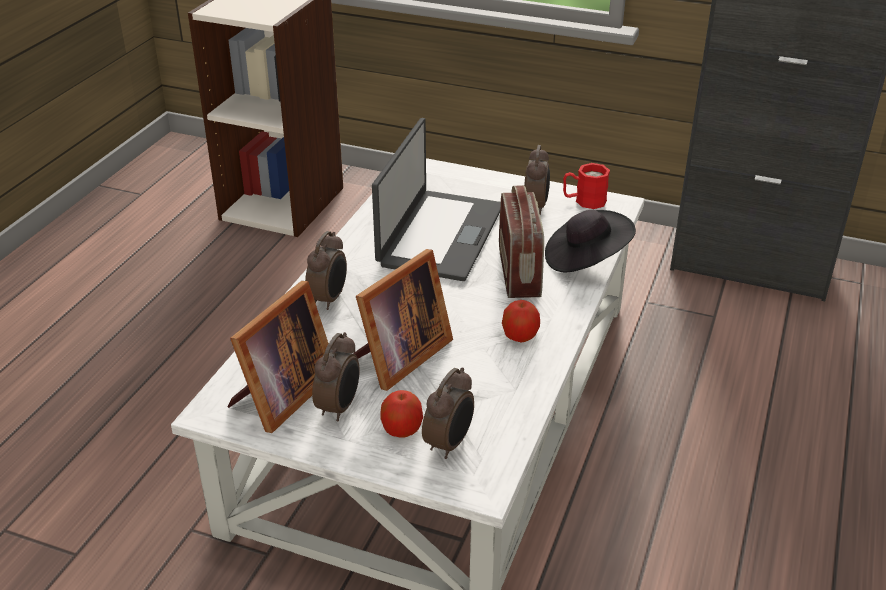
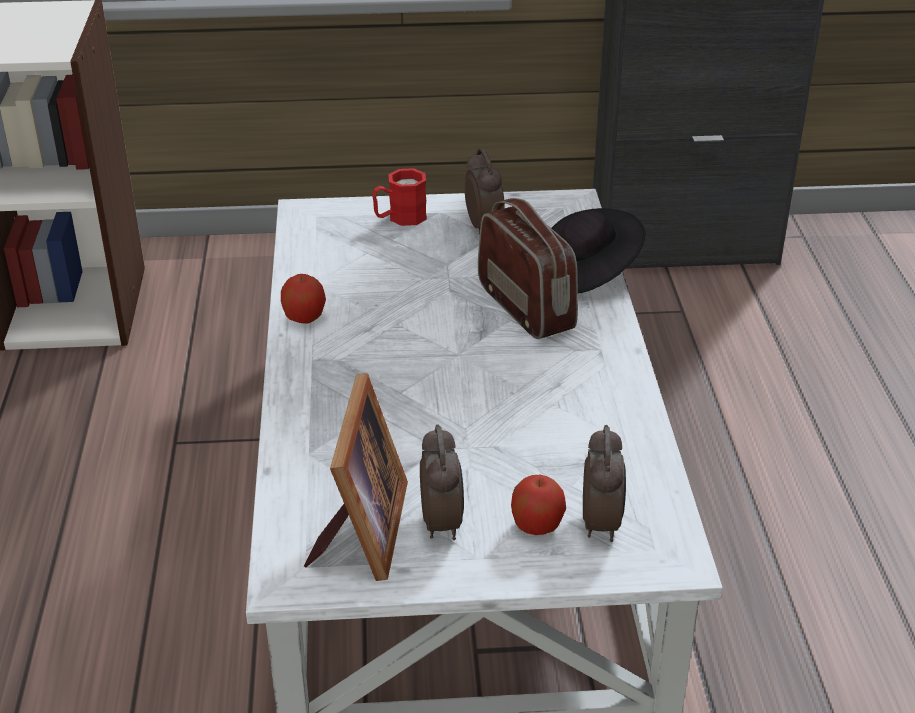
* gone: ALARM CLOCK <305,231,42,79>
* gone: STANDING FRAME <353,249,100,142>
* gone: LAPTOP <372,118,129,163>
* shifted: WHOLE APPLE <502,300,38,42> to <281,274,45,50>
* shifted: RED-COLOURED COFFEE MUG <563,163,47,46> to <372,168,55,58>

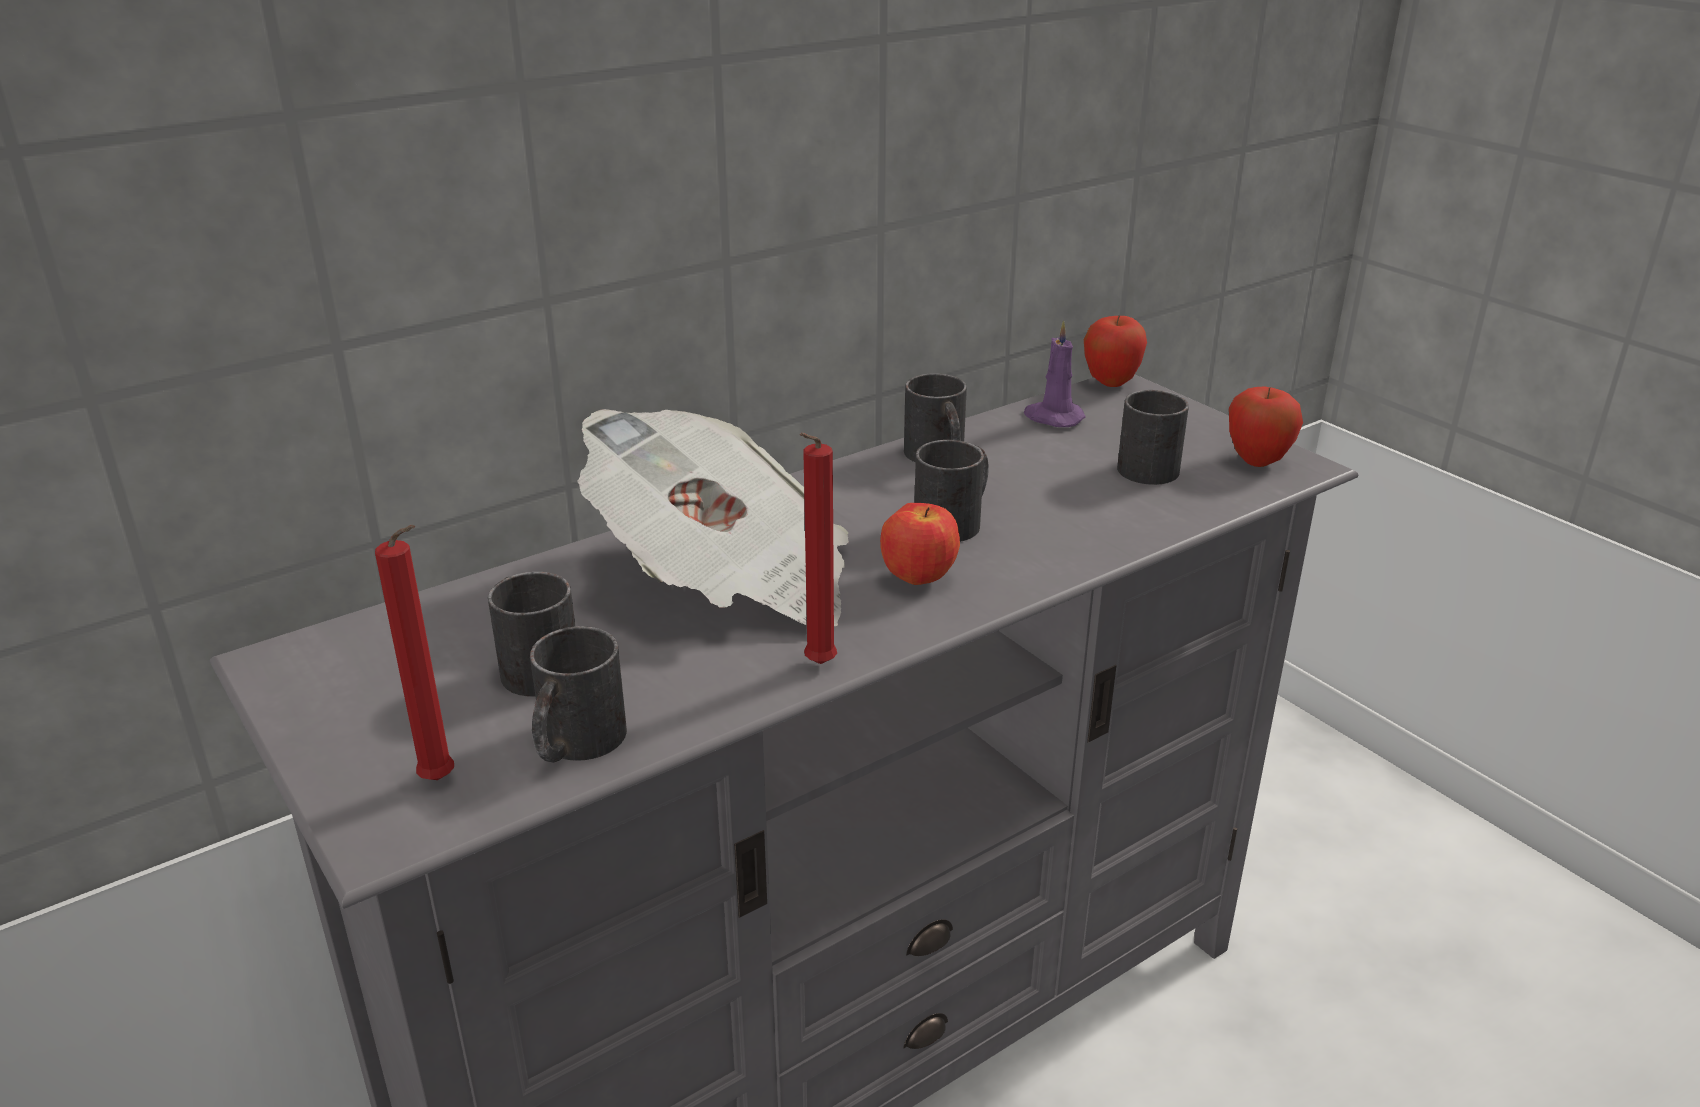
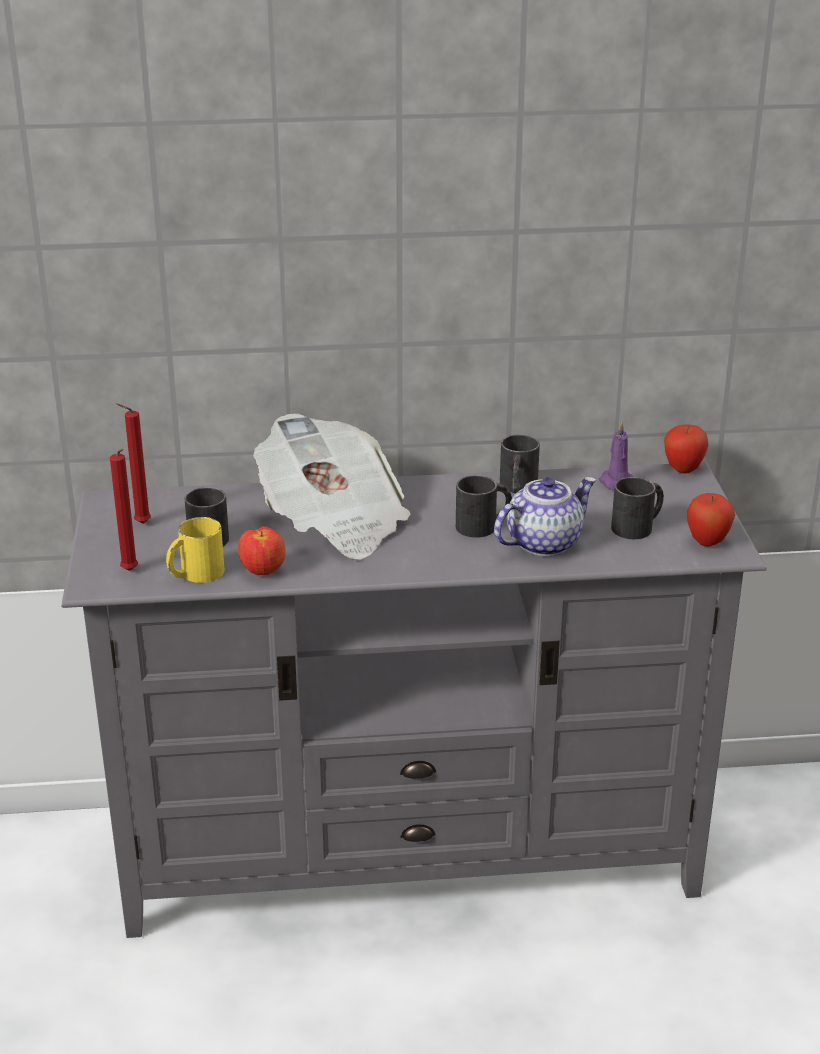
* new: TEAPOT <494,477,102,79>
* shifted: RED-COLOURED WAX CANDLE <800,433,37,231> to <116,403,35,120>
* shifted: WHOLE APPLE <880,503,80,82> to <238,526,48,49>
* repainted: BLACK-COLOURED COFFEE MUG <530,626,97,136> to YELLOW COFFEE MUG <166,517,58,66>

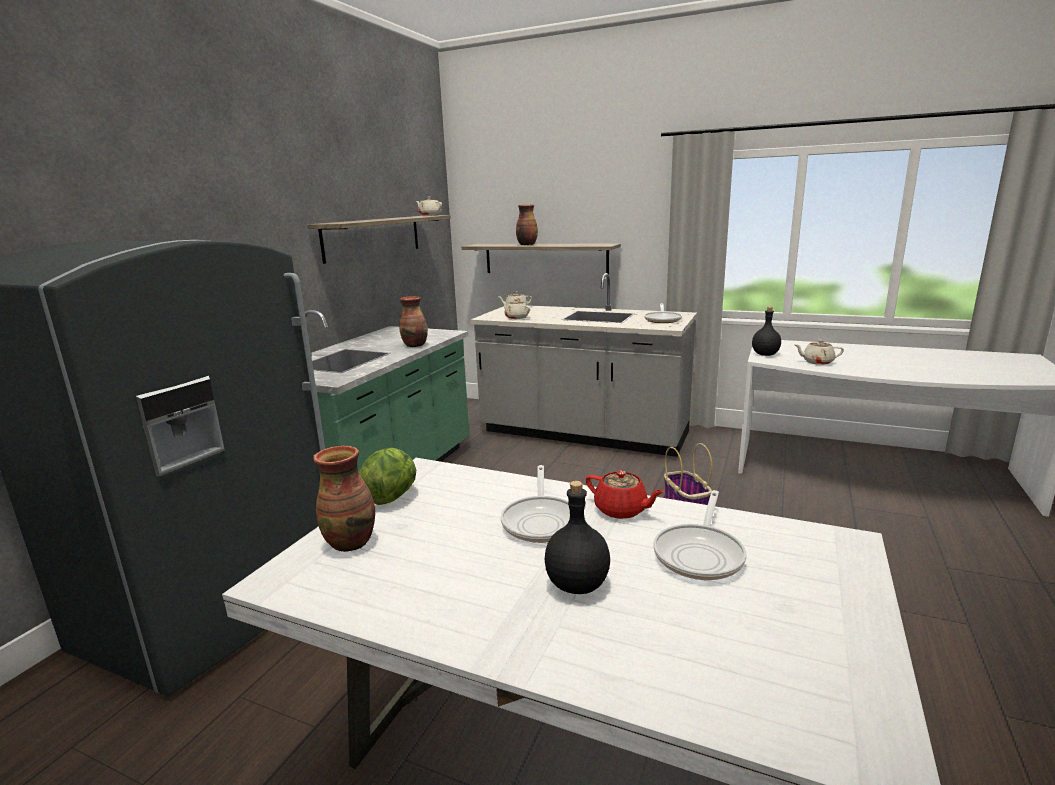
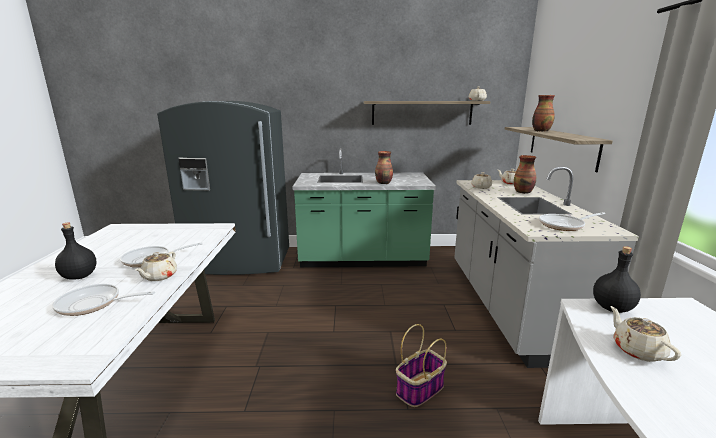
* gone: LETTUCE HEAD <359,448,57,57>
* shifted: DECORATIVE VASE <313,446,62,106> to <514,155,22,39>
* repainted: RED-COLOURED TEAPOT <586,470,78,49> to BEIGE-COLOURED TEAPOT <135,252,42,29>

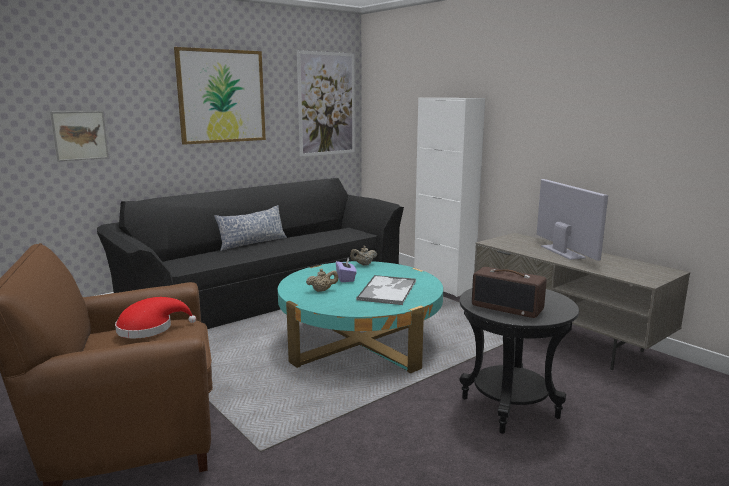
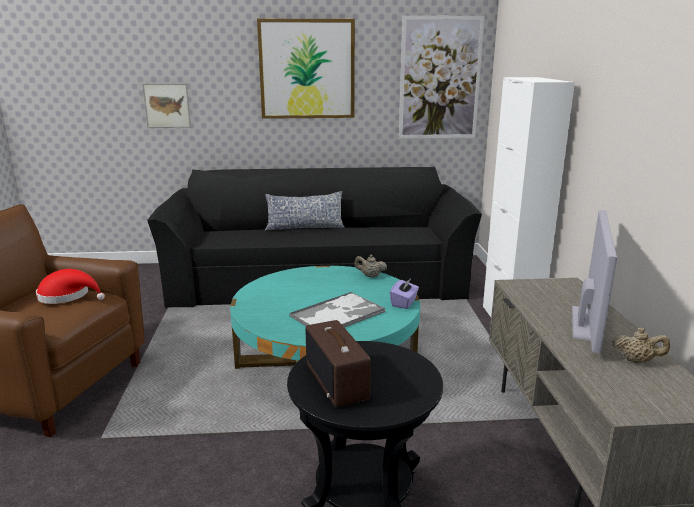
* shifted: BEIGE-COLOURED TEAPOT <306,269,32,23> to <612,328,58,35>
* shifted: PURPLISH BOX OF TISSUES <336,258,21,24> to <390,278,29,31>

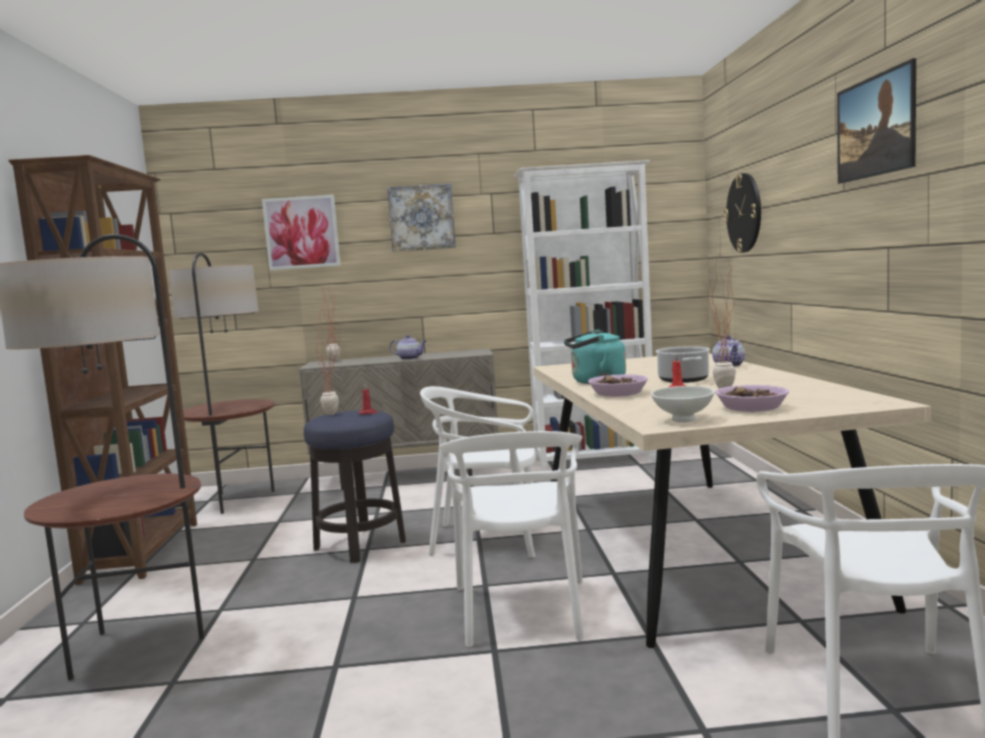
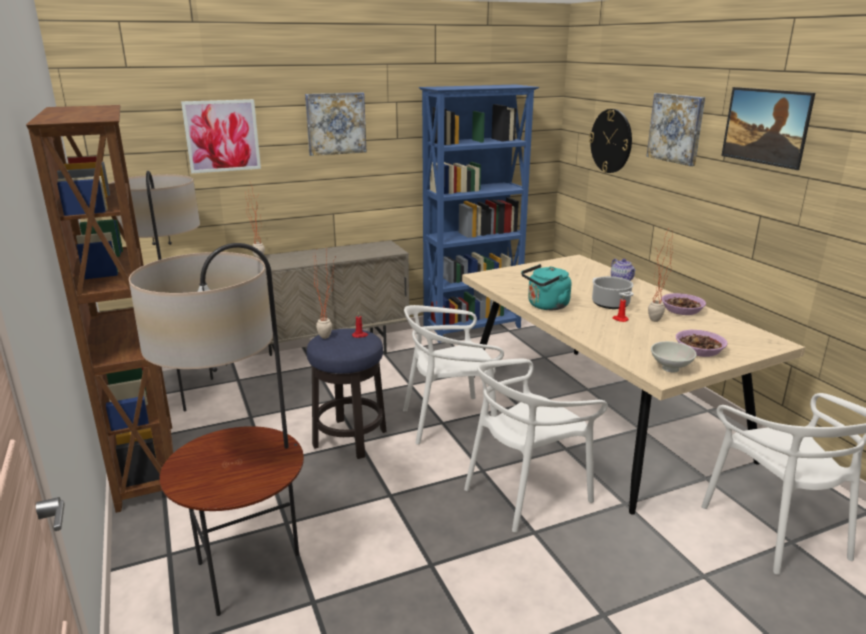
* gone: TEAPOT <390,335,37,25>
* new: PICTURE <646,93,59,73>
* shifted: SERVING BOWL <588,374,60,23> to <662,293,44,22>
* repainted: WHITE-COLOURED SHELVING UNIT <514,160,142,311> to BLUISH SHELVING UNIT <419,85,120,258>
* rotated: WHITE-COLOURED UPRIGHT CHAIR <439,431,145,216> = <464,359,144,173> 75 degrees clockwise

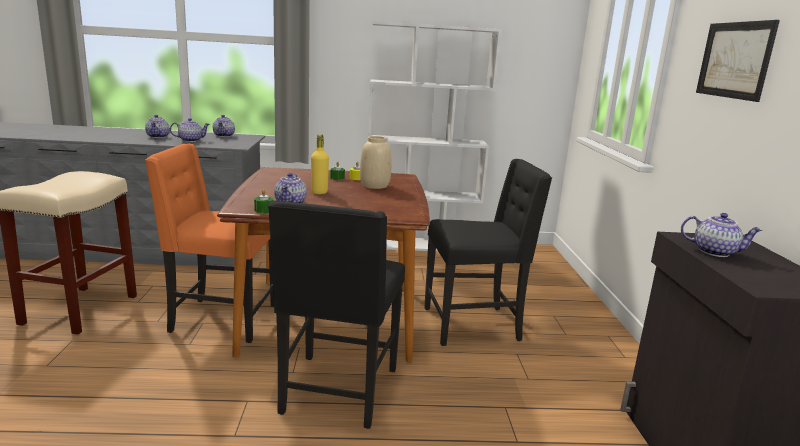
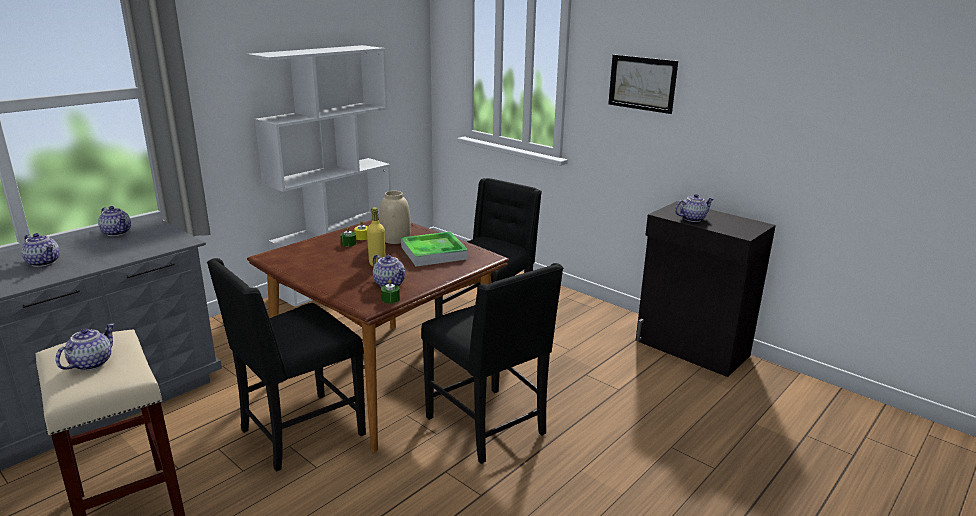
* new: TRAY <401,232,67,35>
* shifted: TEAPOT <170,118,40,24> to <56,323,59,48>
* repainted: ORANGEY UPRIGHT CHAIR <145,144,129,199> to BLACK-COLOURED UPRIGHT CHAIR <207,258,159,214>

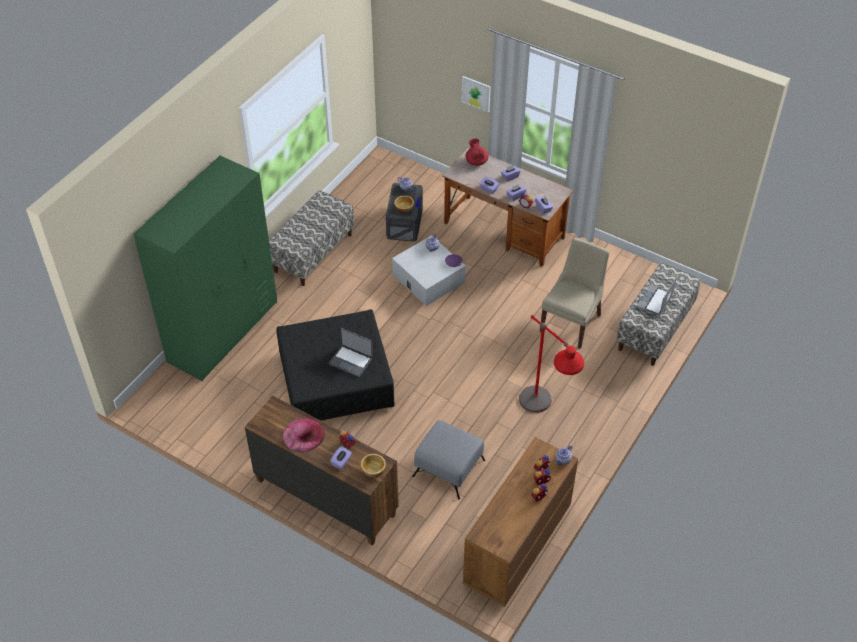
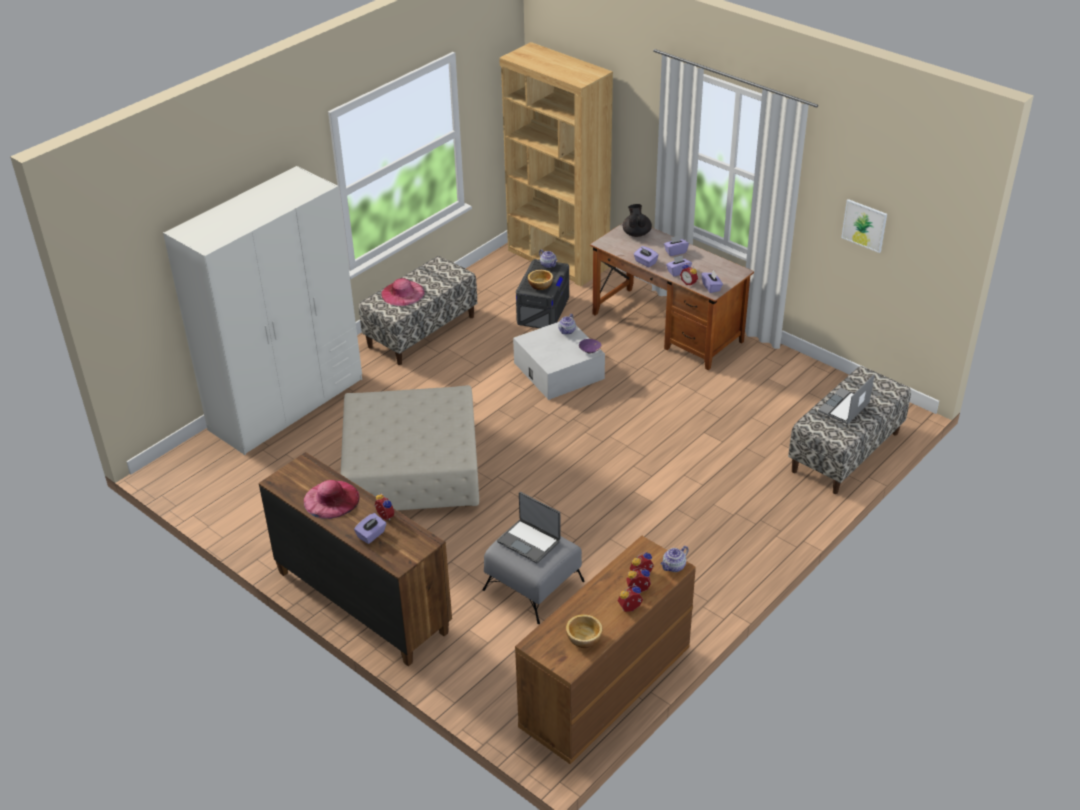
* gone: RED-COLOURED STANDARD LAMP <519,315,65,98>
* gone: BEIGE-COLOURED UPRIGHT CHAIR <540,238,69,111>
* new: PINK HAT <381,278,44,28>
* new: BROWNISH SHELVING UNIT <499,42,114,244>
* shifted: LAPTOP <329,328,44,49> to <497,492,64,71>
* shifted: SERVING BOWL <361,454,25,23> to <566,614,37,34>
* shifted: PICTURE <462,76,29,36> to <841,199,46,54>
* repainted: GREEN WARDROBE <133,155,144,226> to WHITE-COLOURED WARDROBE <163,166,199,289>
* repainted: BLACK-COLOURED FOOTREST <276,309,119,112> to BEIGE-COLOURED FOOTREST <341,385,138,125>
* repainted: RED-COLOURED TEAPOT <465,139,24,27> to BLACK-COLOURED TEAPOT <623,204,29,33>

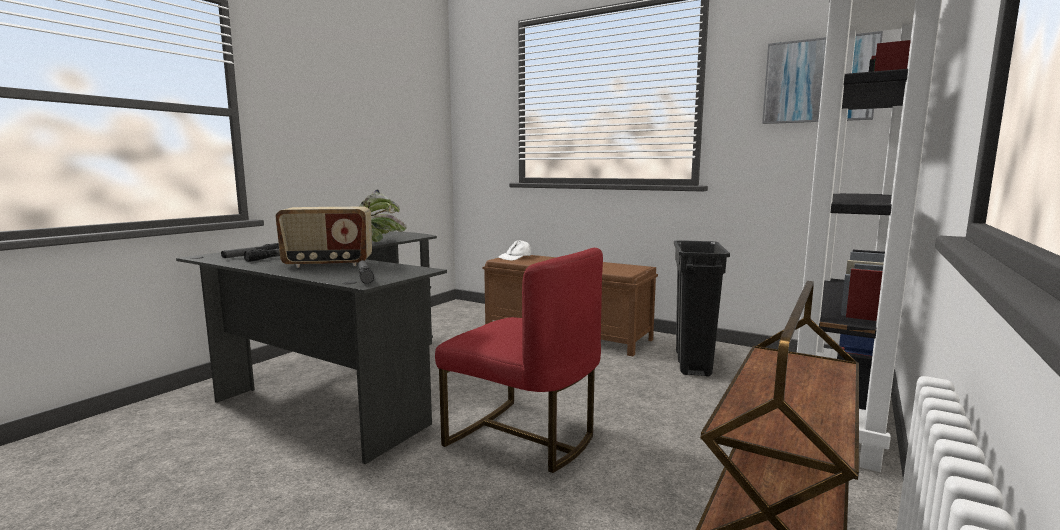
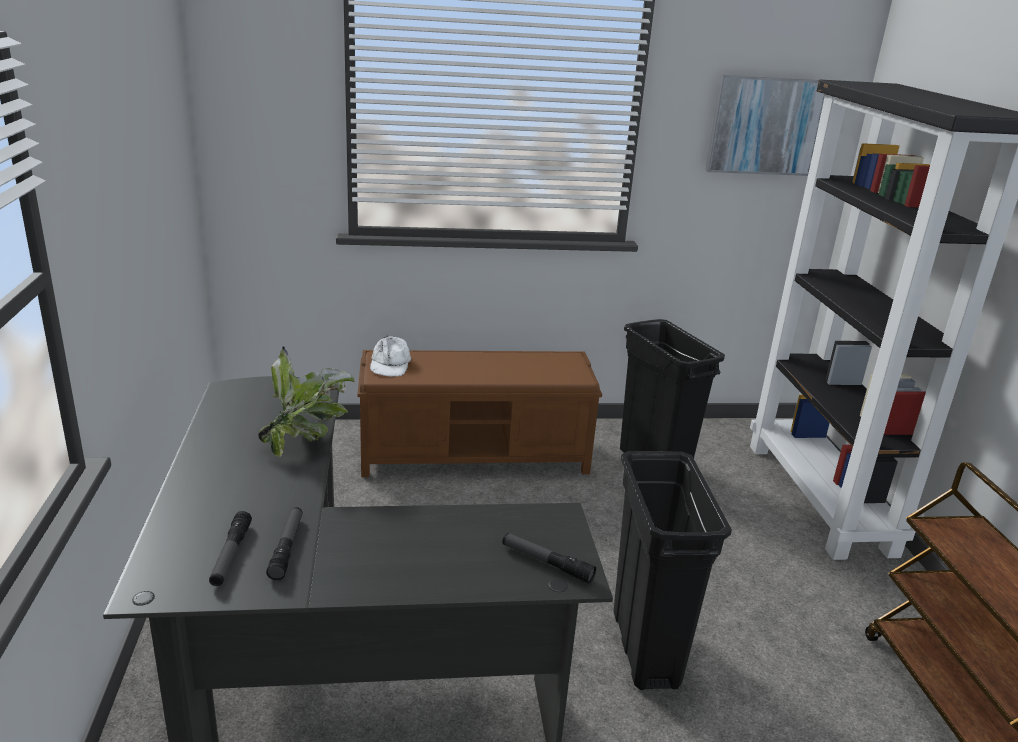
* gone: RADIO <275,207,97,61>
* swapped: RED-COLOURED UPRIGHT CHAIR <435,248,168,225> to BLACK-COLOURED RUBBISH BIN <614,451,118,239>

